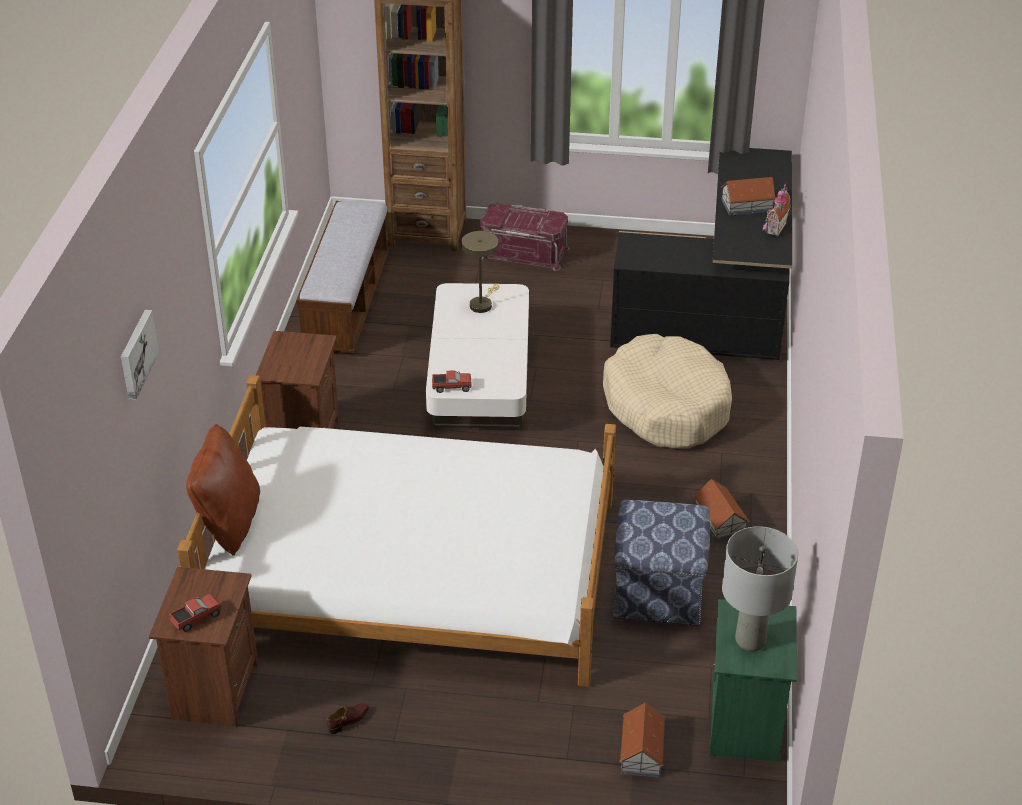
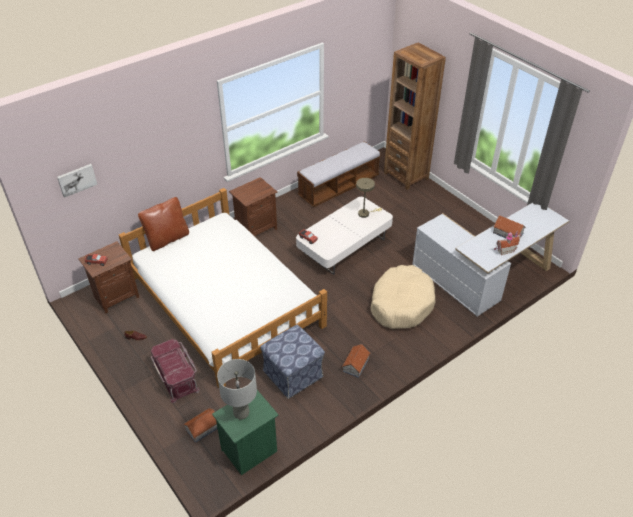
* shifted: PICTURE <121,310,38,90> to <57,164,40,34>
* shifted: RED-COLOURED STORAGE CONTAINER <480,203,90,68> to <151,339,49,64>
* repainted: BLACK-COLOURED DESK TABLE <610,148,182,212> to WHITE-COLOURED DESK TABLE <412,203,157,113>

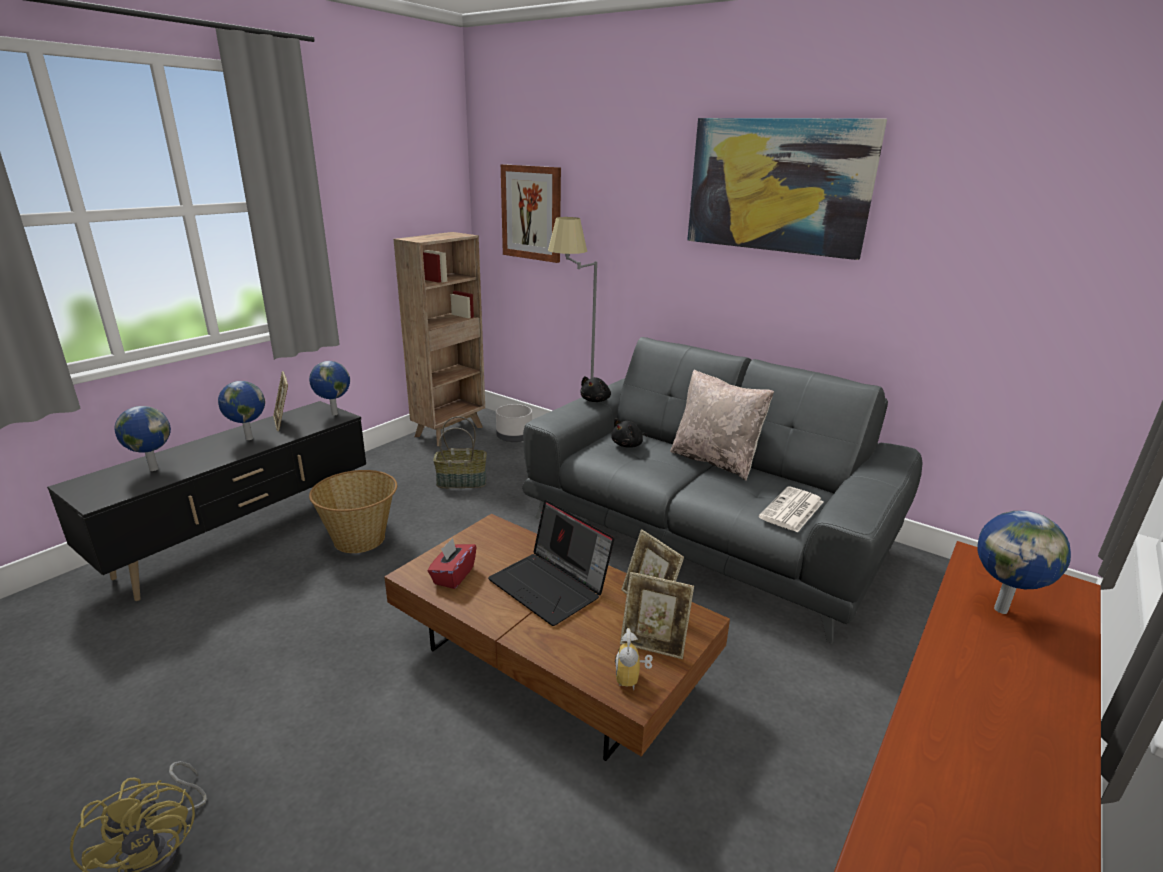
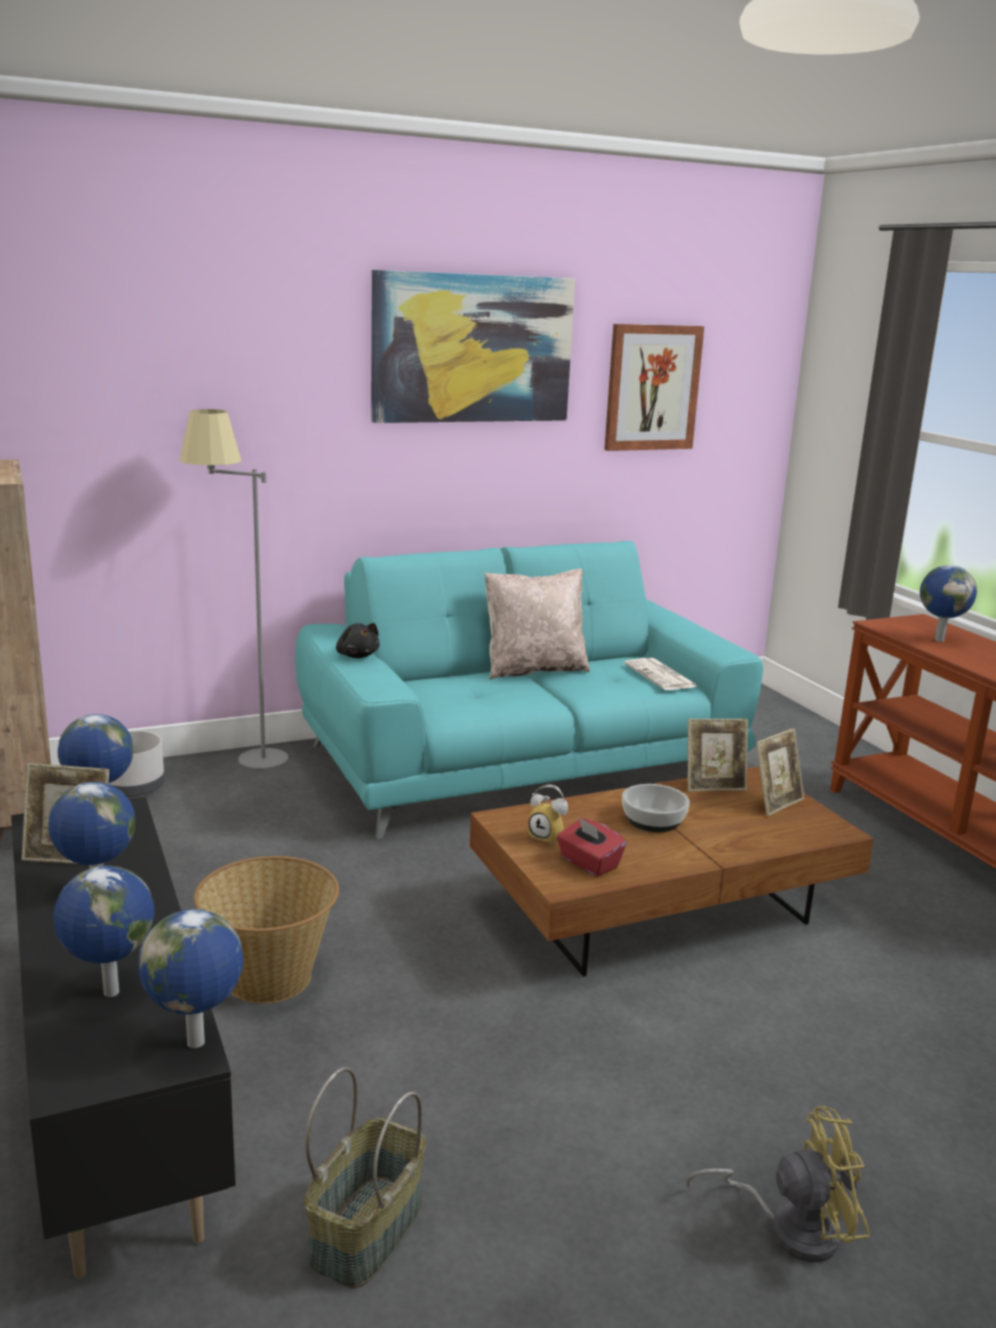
* gone: BLACK-COLOURED PLUSH TOY <611,418,36,30>
* new: DESK GLOBE <138,909,105,139>
* shifted: STORAGE BASKET <433,416,54,72> to <304,1067,122,221>
* shifted: PICTURE <501,164,60,99> to <604,324,100,127>
* shifted: ALARM CLOCK <615,628,38,62> to <528,785,40,61>
* swapped: LAPTOP <488,500,126,126> to SERVING BOWL <622,784,68,48>
* repainted: GREYISH COUCH <522,337,400,307> to TURQUOISE-COLOURED COUCH <295,541,468,298>

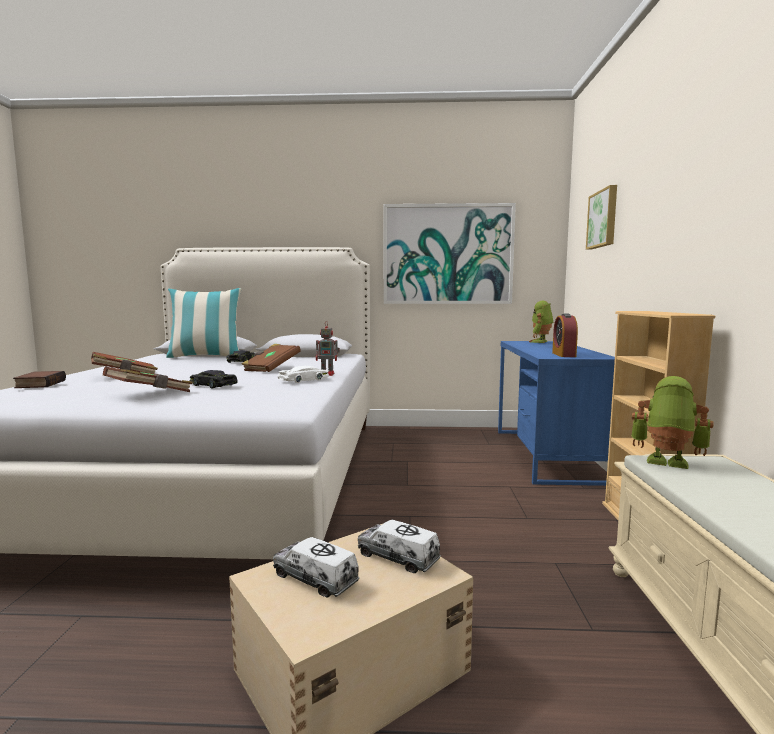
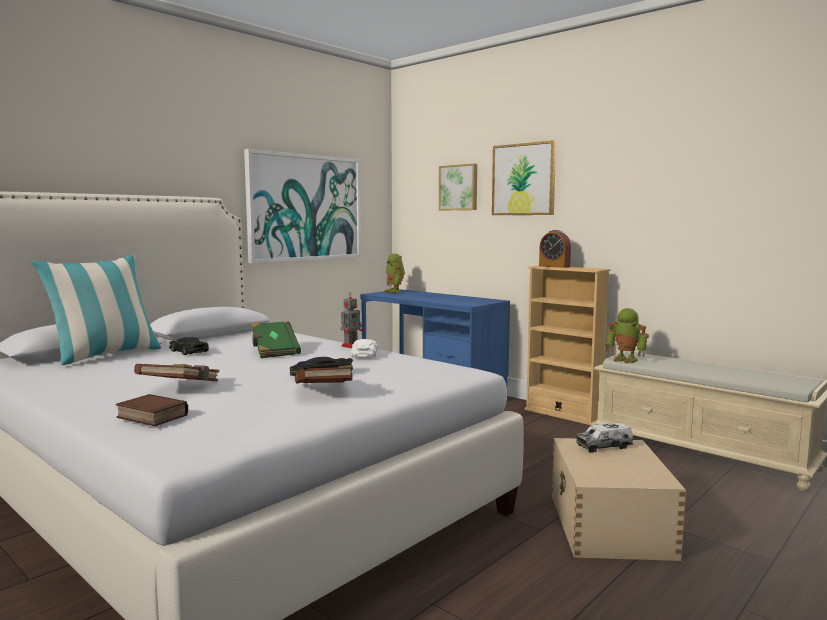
* gone: TOY LORRY <273,537,87,60>
* new: PICTURE <492,140,64,75>
* shifted: ALARM CLOCK <552,313,26,44> to <539,230,32,38>
* repainted: BROWNISH VOLUME <242,344,59,28> to GREEN VOLUME <252,321,49,37>
* rotated: ROBOT FIGURE <631,376,83,93> = <605,308,44,55> 120 degrees counterclockwise

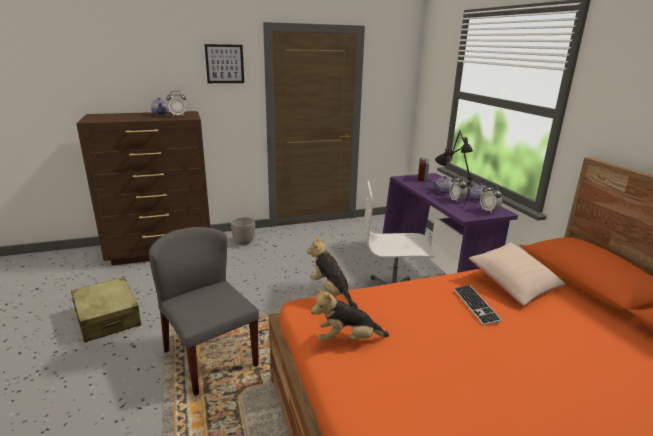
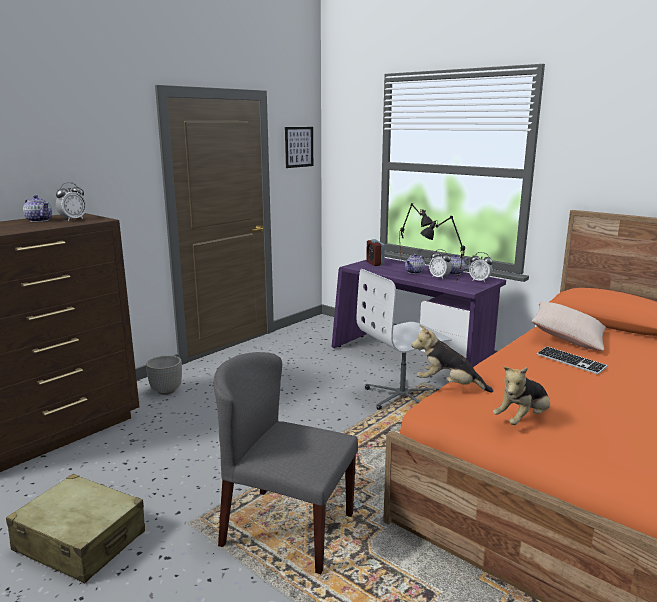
* shifted: PICTURE <205,44,39,39> to <285,127,28,41>

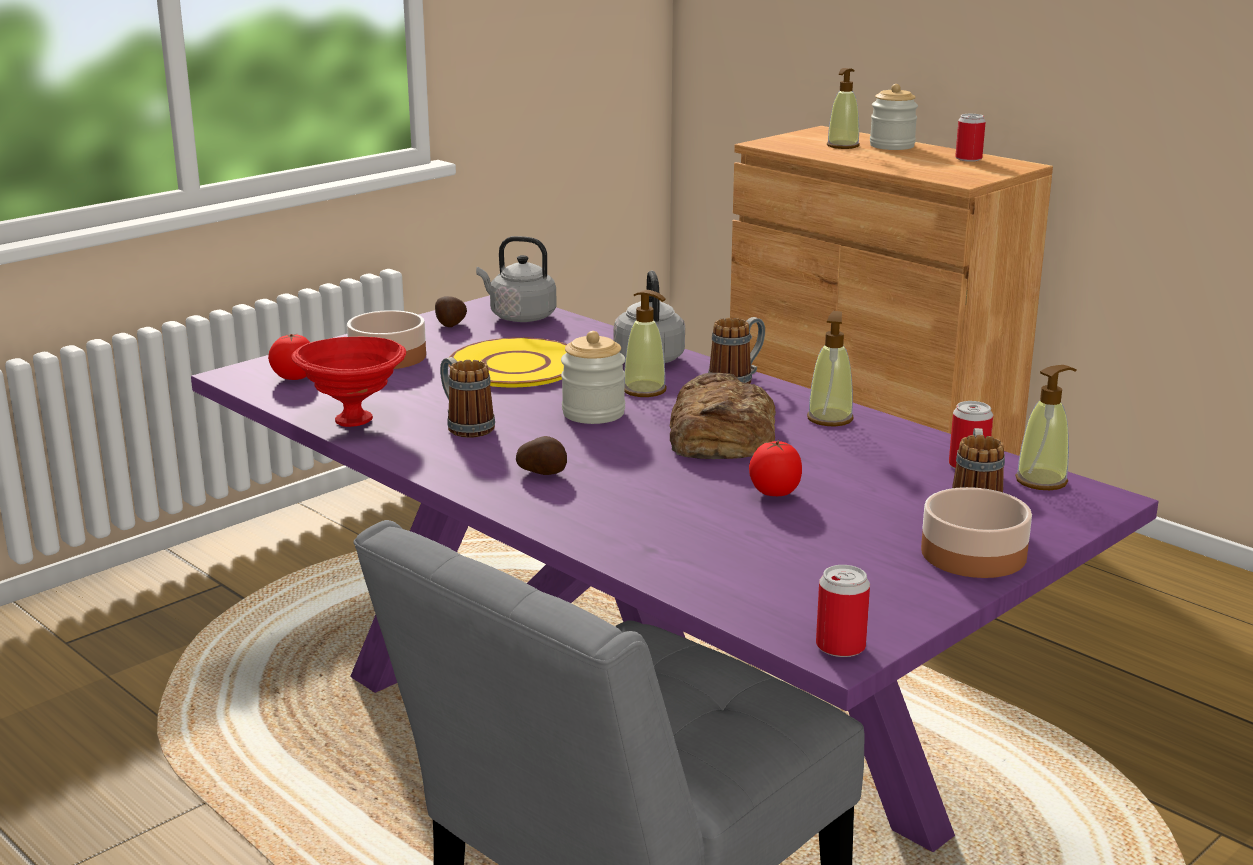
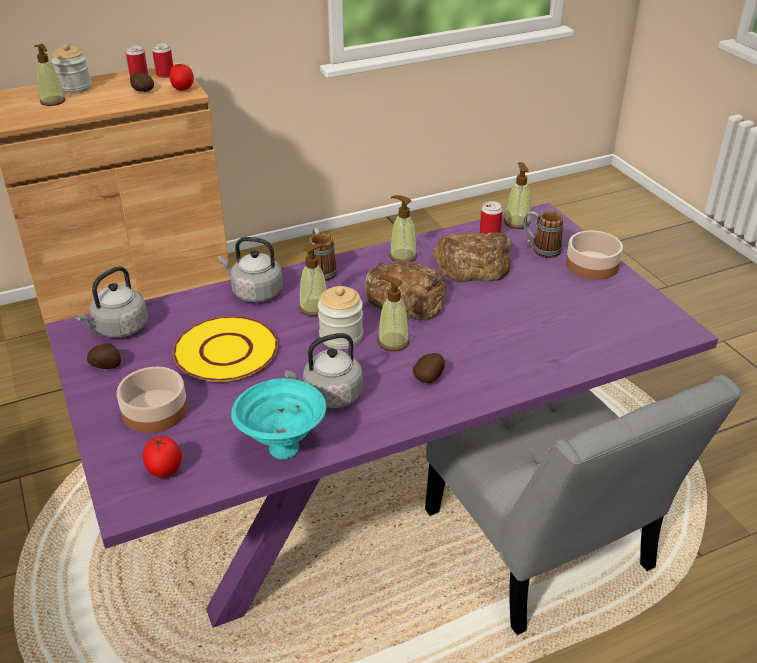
* new: WHOLE POTATO <130,71,24,21>
* new: SOAP BOTTLE <378,276,31,75>
* new: BAKED BREAD <433,232,80,50>
* shifted: WHOLE TOMATO <749,439,53,57> to <170,63,24,28>
* shifted: SEALED CAN <816,565,54,92> to <152,43,21,35>
* swapped: COFFEE MUG <440,357,55,81> to GREYISH WATER KETTLE <284,333,79,75>
* repainted: RED-COLOURED SERVING BOWL <291,337,115,90> to TURQUOISE-COLOURED SERVING BOWL <231,378,95,81>

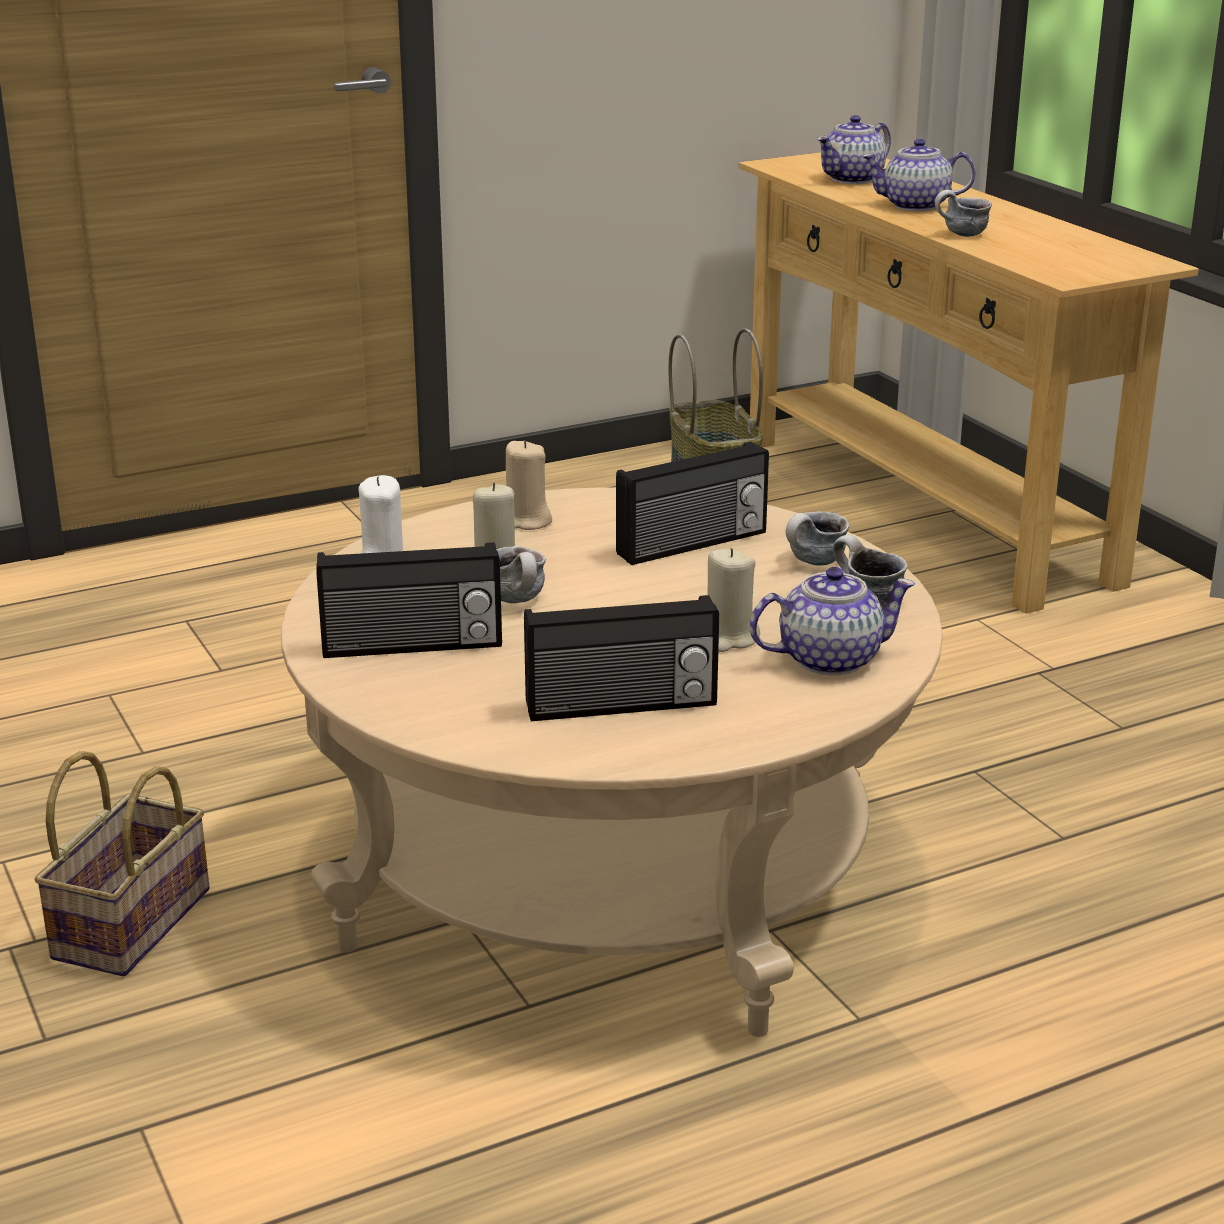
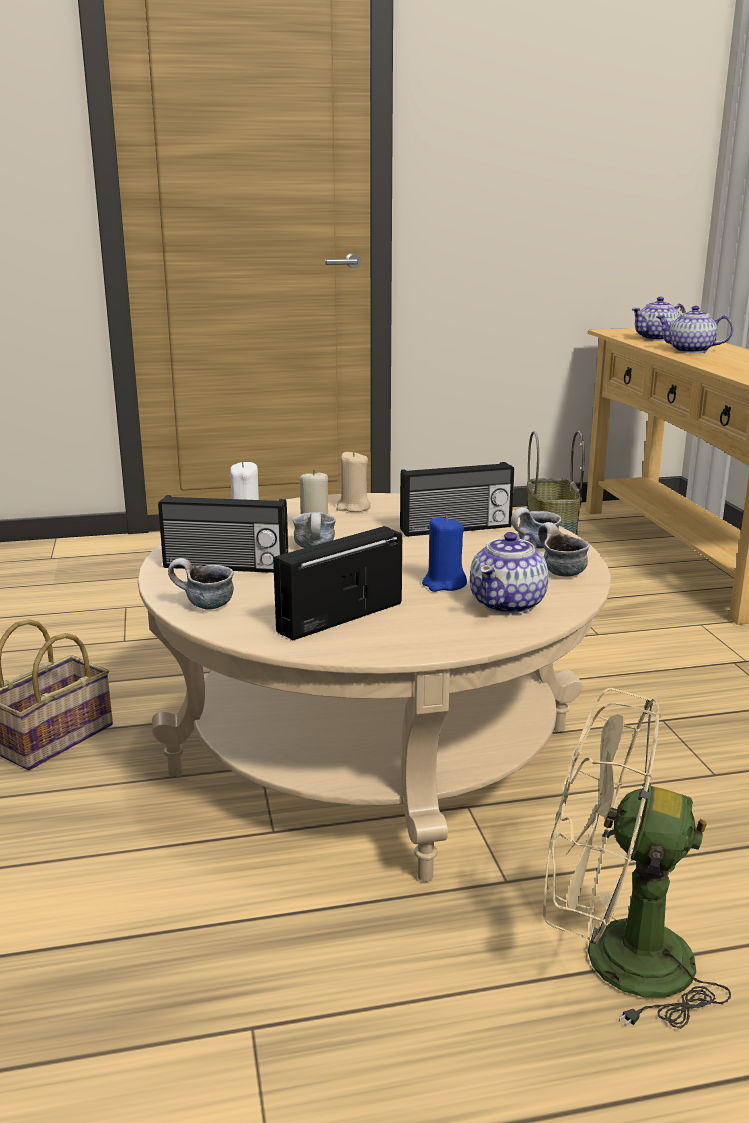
* new: BEIGE-COLOURED FAN <543,688,188,341>
* shifted: COFFEE MUG <935,190,57,47> to <168,558,66,52>
* repainted: BEIGE-COLOURED WAX CANDLE <708,548,52,104> to BLUISH WAX CANDLE <422,516,45,76>
* rotated: RADIO <524,595,195,126> = <273,526,129,114> 135 degrees clockwise
* rotated: TEAPOT <750,567,165,108> = <470,532,78,83> 120 degrees clockwise

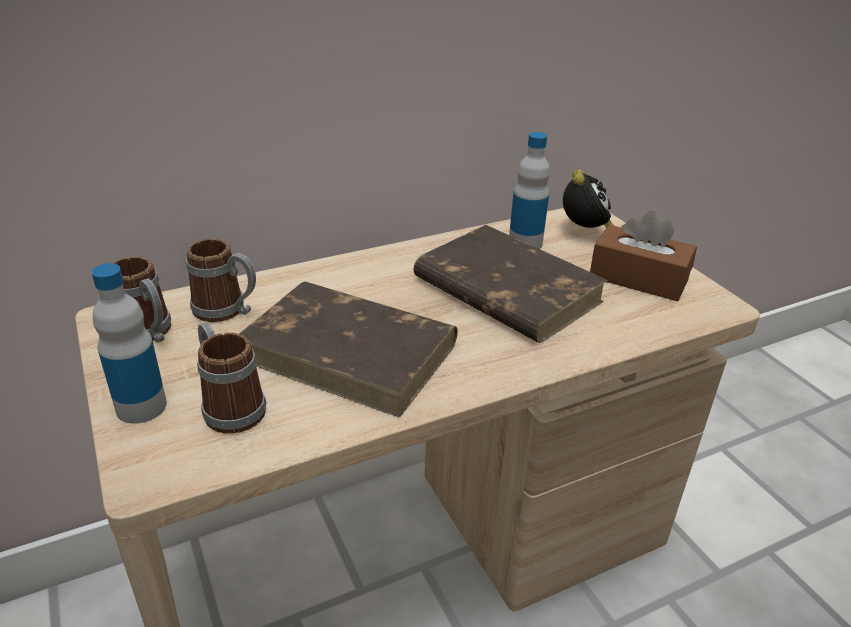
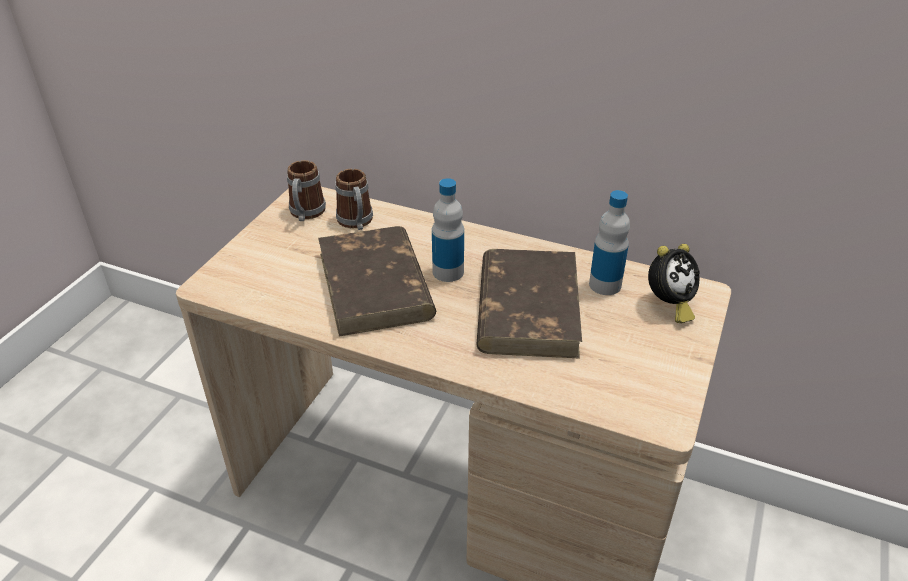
* gone: COFFEE MUG <197,322,69,112>
* gone: BROWNISH BOX OF TISSUES <590,211,107,90>
* shifted: DRINK BOTTLE <91,263,76,161> to <432,178,32,104>

